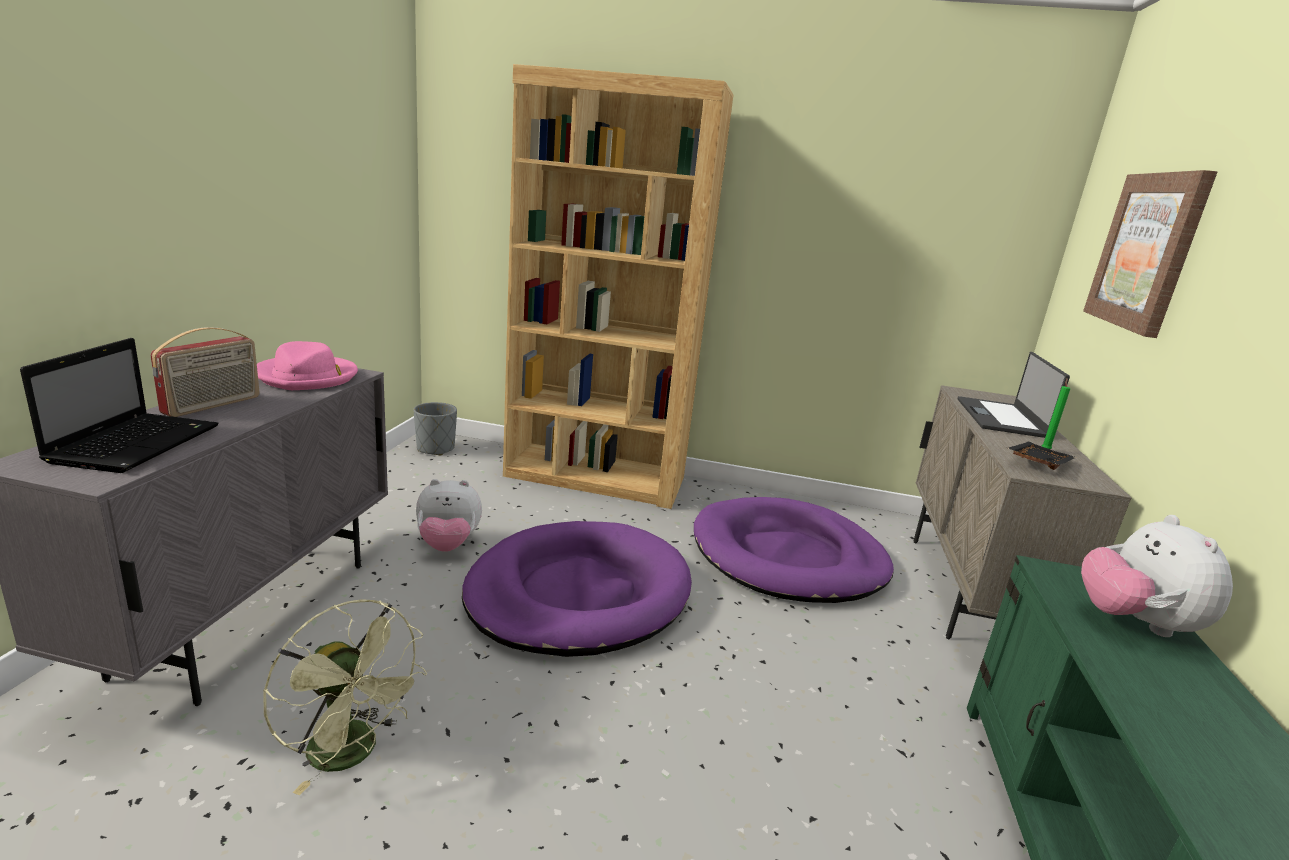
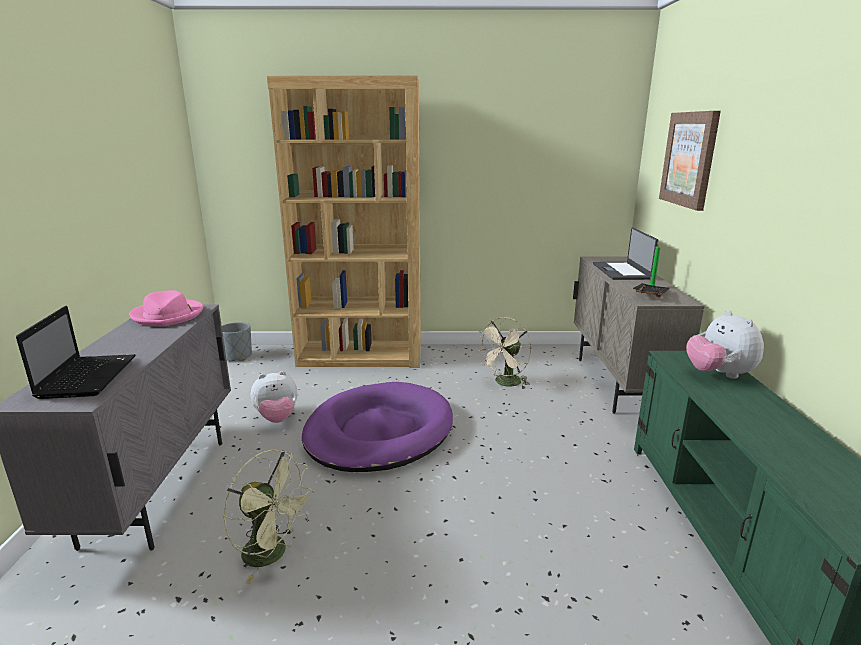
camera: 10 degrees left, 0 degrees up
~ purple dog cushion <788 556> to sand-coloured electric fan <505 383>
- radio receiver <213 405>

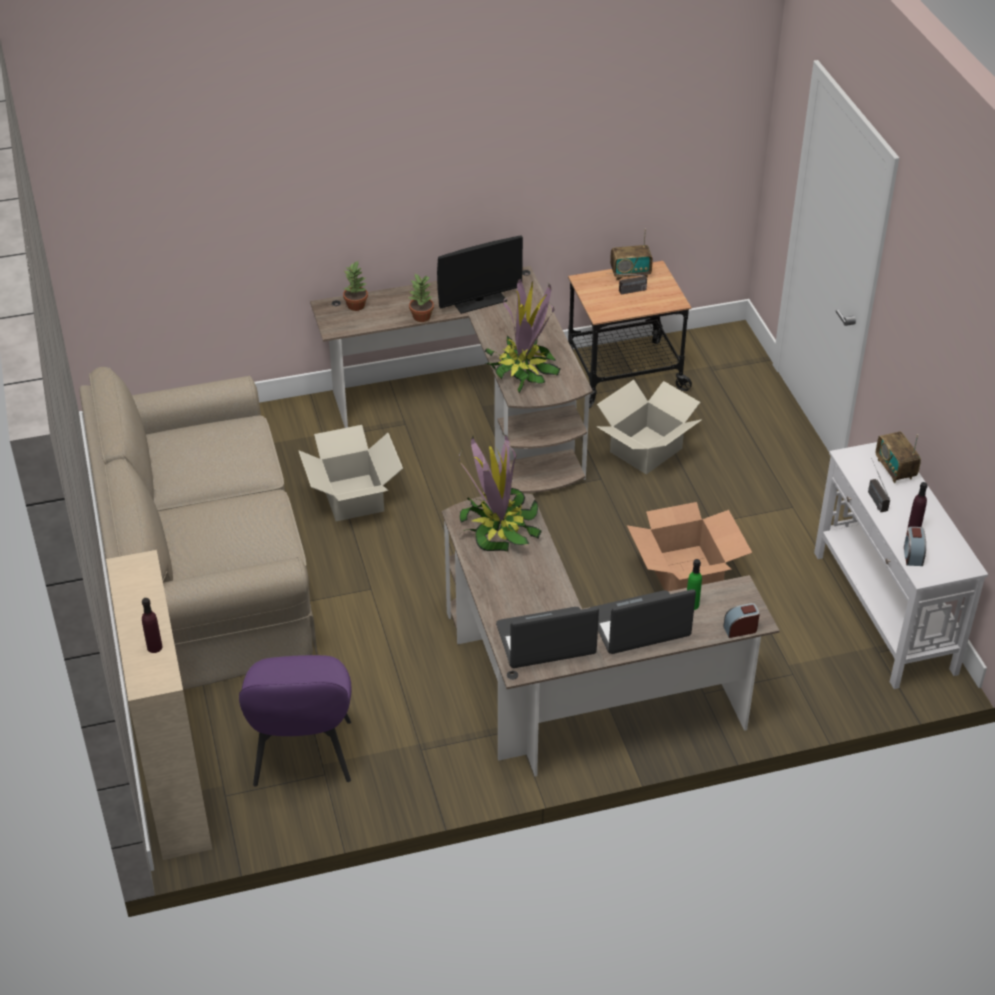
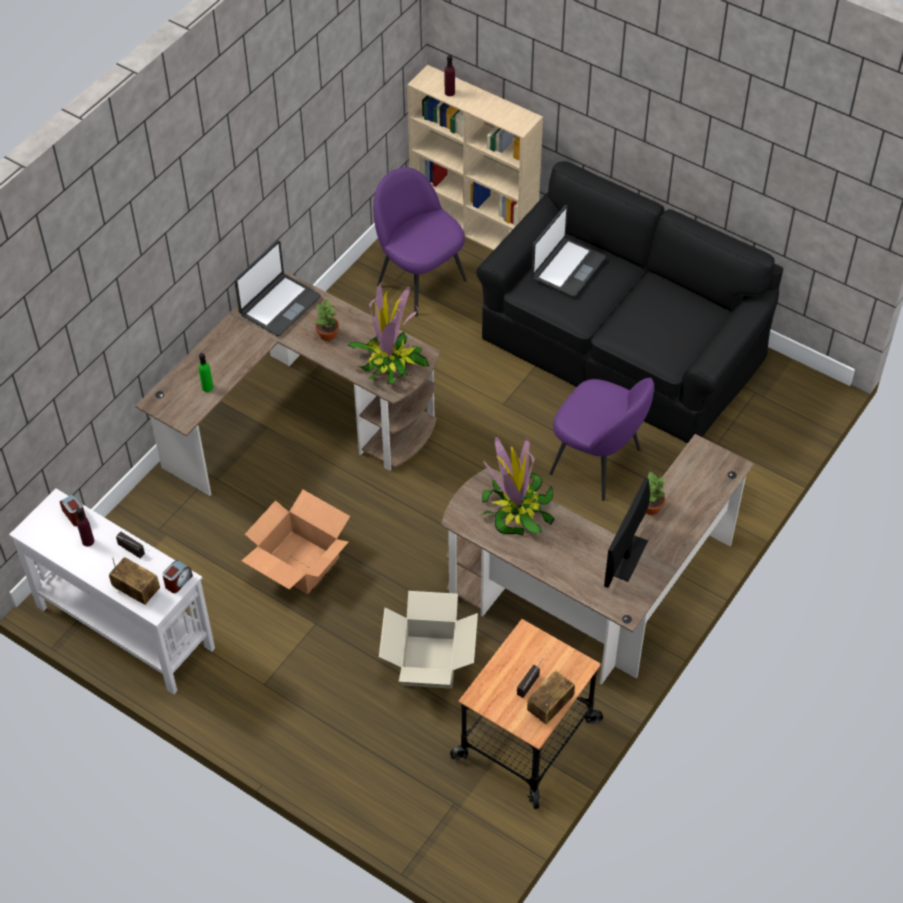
camera: 140 degrees right, 10 degrees up
~ alarm clock <740 629> to <178 581>
~ houseplant <356 305> to <327 335>
~ sand-coloured sofa <204 570> to black-coloured sofa <623 345>
~ laptop <639 626> to <567 268>
~ cardboard box <353 497> to purple chair <598 463>

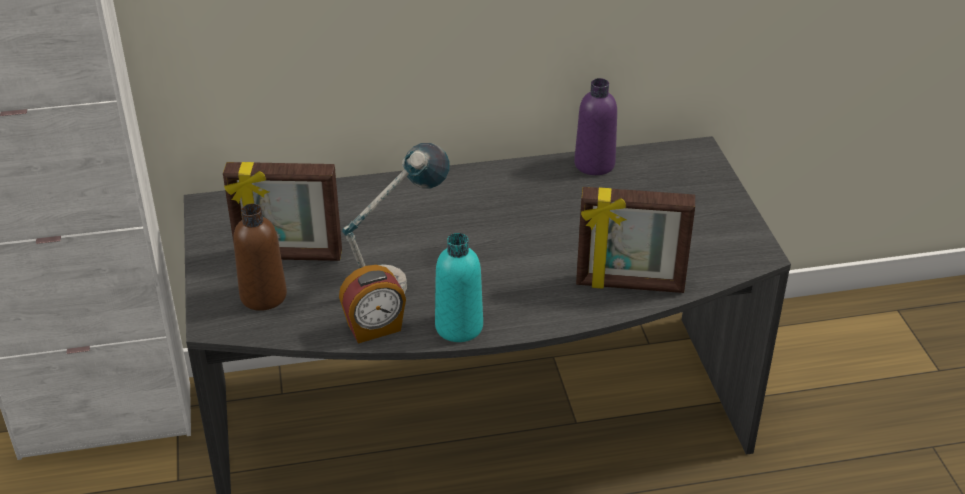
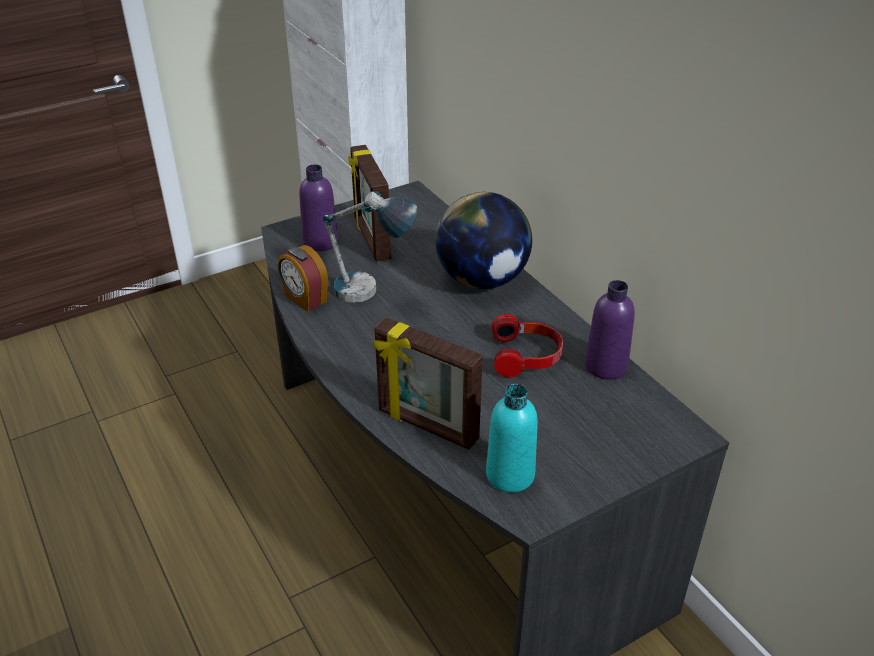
camera: 70 degrees right, 0 degrees up
~ brownish bottle <263 296> to purple bottle <320 242>
~ standing frame <629 285> = <427 426> 45 degrees counterclockwise
+ world globe <482 280>
~ turquoise bottle <459 327> to <510 475>
+ headset <526 356>

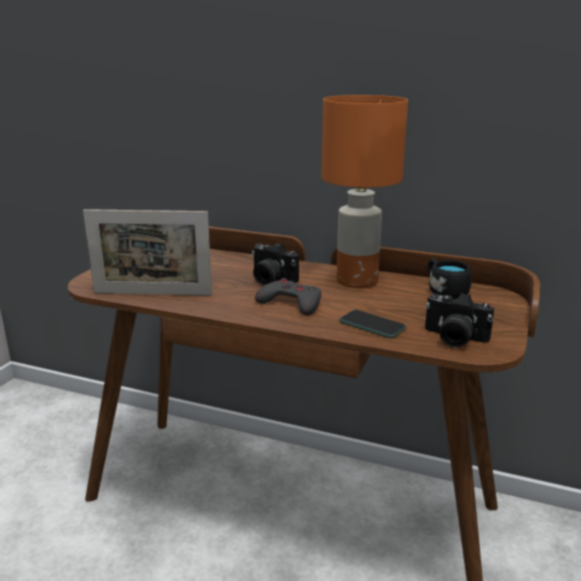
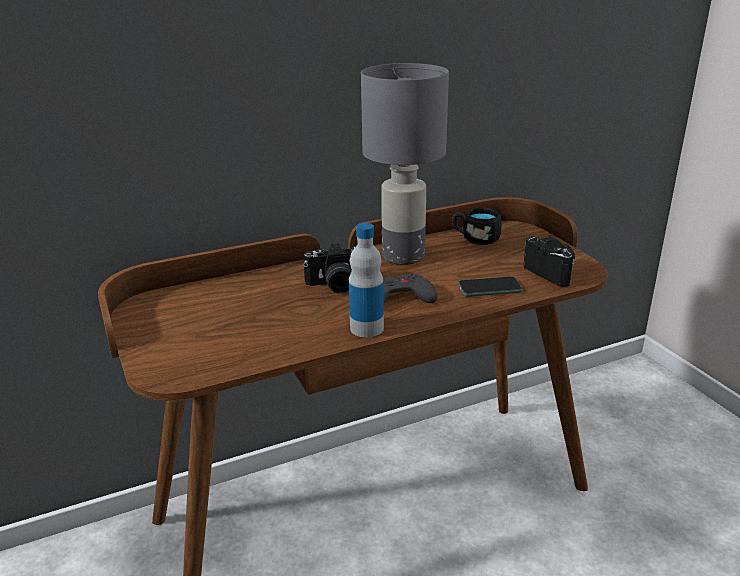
camera: 45 degrees left, 5 degrees up
+ bottle <366 328>
~ orange-coloured lamp for a table <358 281> to grey lamp for a table <403 256>
~ photo camera <453 339> = <553 273> 105 degrees counterclockwise
- standing frame <152 294>

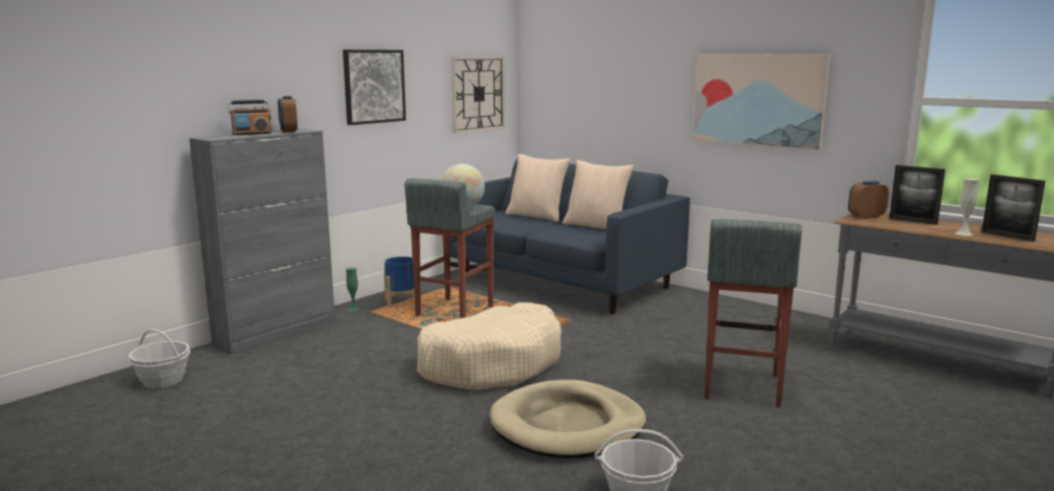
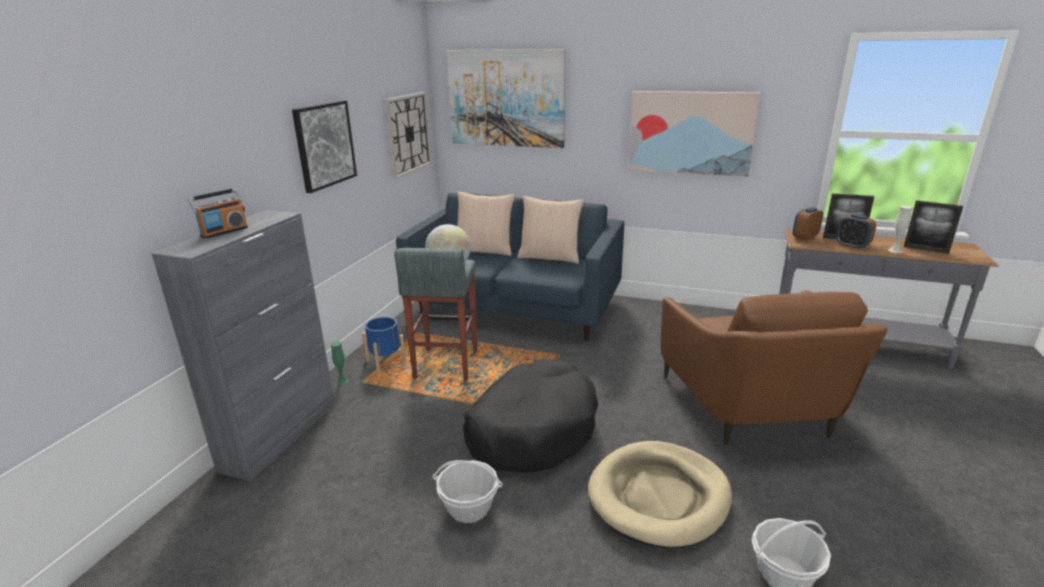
camera: 20 degrees left, 10 degrees up
~ household basket <163 380> to <469 508>
+ wall picture <506 98>
~ sand-coloured dog cushion <491 364> to black-coloured dog cushion <531 429>
~ grey stool <740 387> to brownish armchair <752 408>
~ alarm clock <288 131> to <852 246>

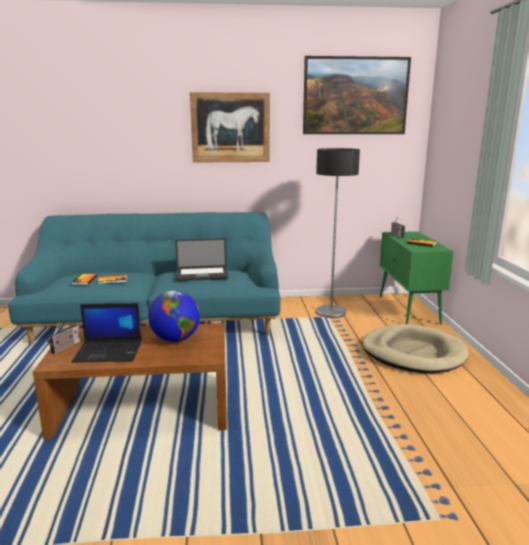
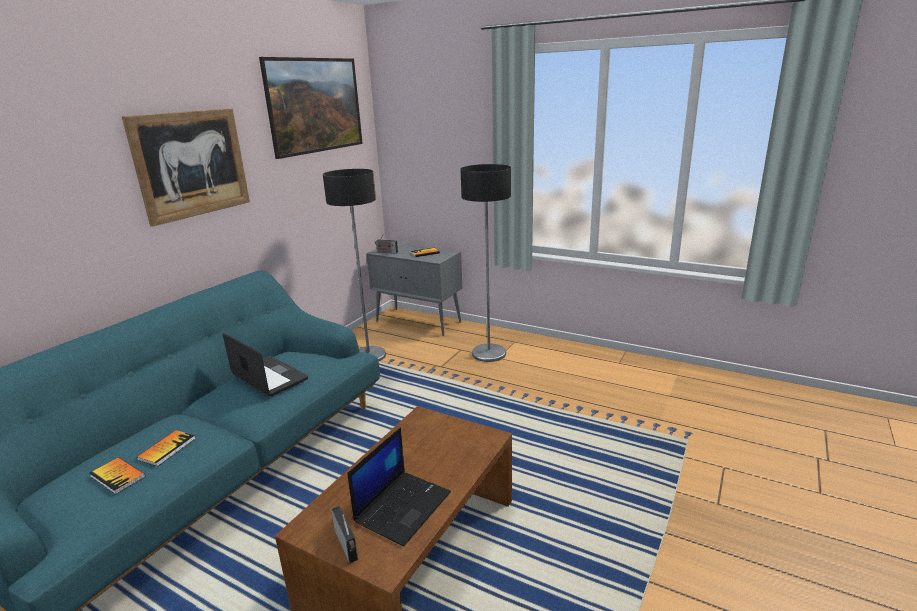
camera: 55 degrees left, 5 degrees up
~ laptop <202 275> = <269 377> 75 degrees counterclockwise
~ green storage cabinet <408 310> to grey storage cabinet <419 322>
~ sand-coloured dog cushion <413 353> to floor lamp <488 353>
- world globe <175 339>

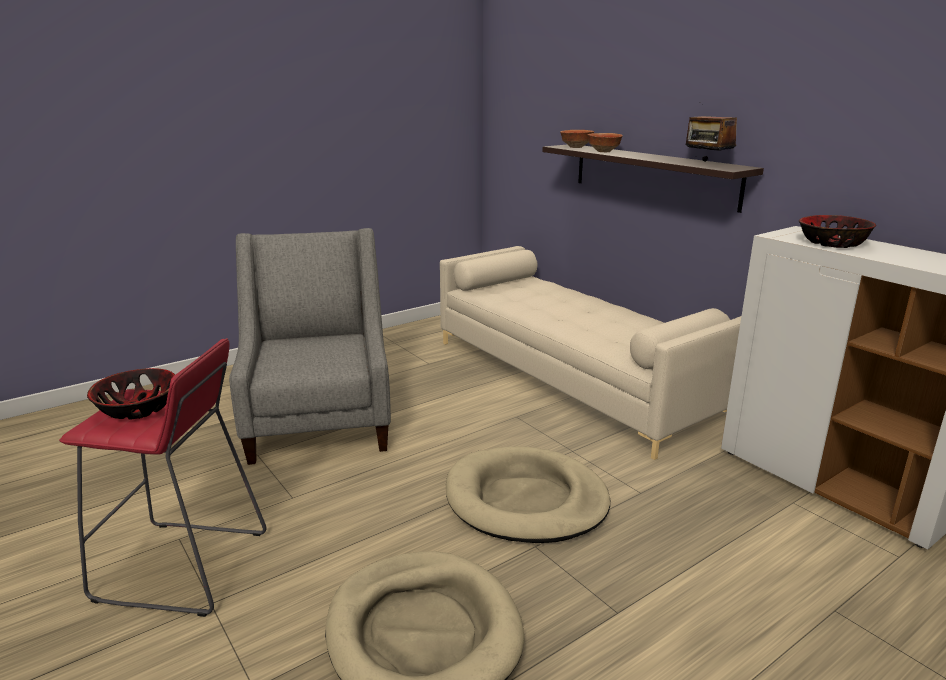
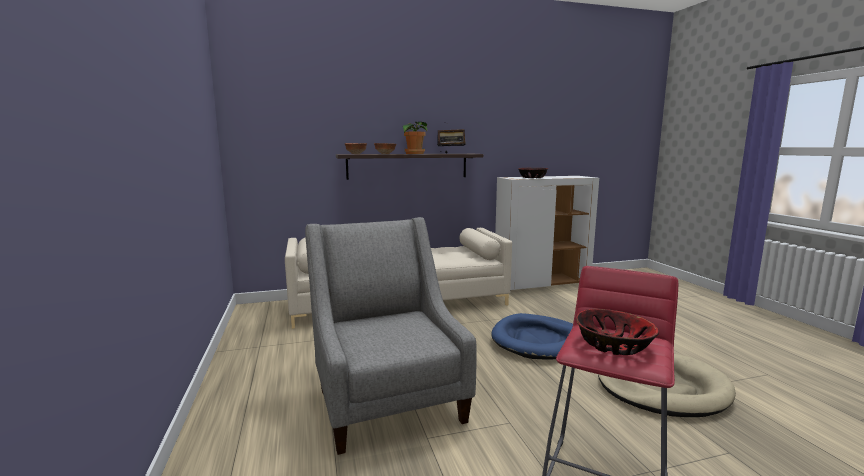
camera: 70 degrees left, 10 degrees down
~ grey armchair <320 422> = <387 398> 60 degrees clockwise
+ houseplant <414 153>
~ sand-coloured dog cushion <526 500> to bluish dog cushion <537 340>

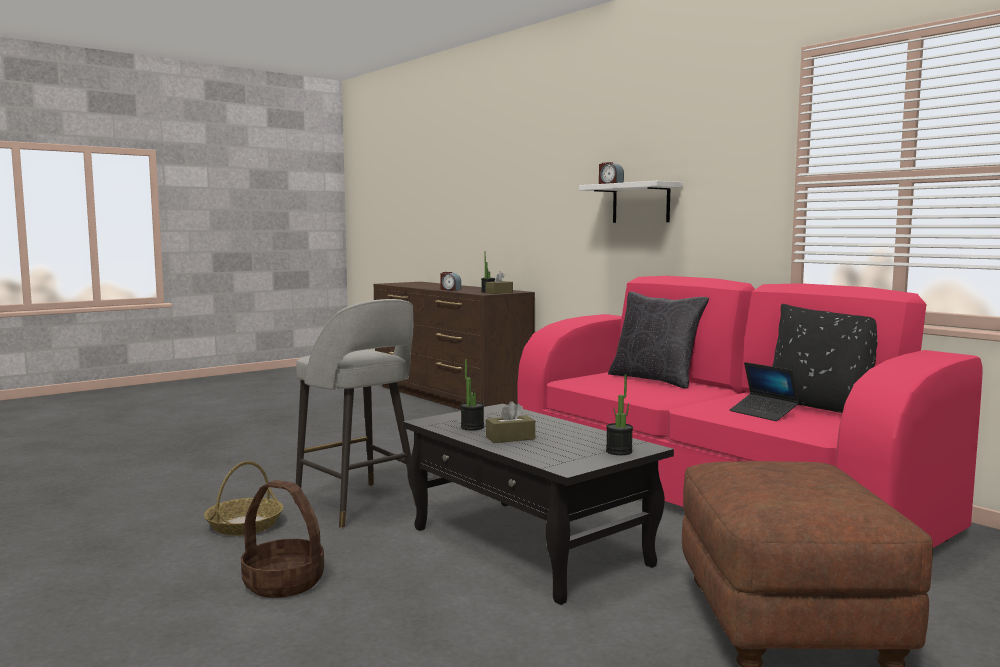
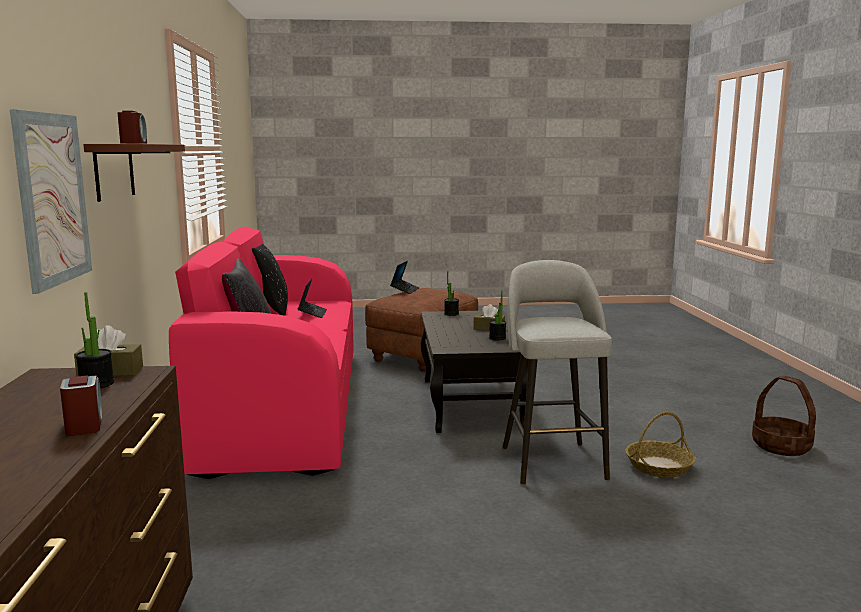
camera: 145 degrees left, 5 degrees up
+ wall picture <52 199>
~ white-coloured bracket shelf <641 203> to brownish bracket shelf <114 171>
+ laptop <405 290>
~ household basket <283 583> to <781 446>

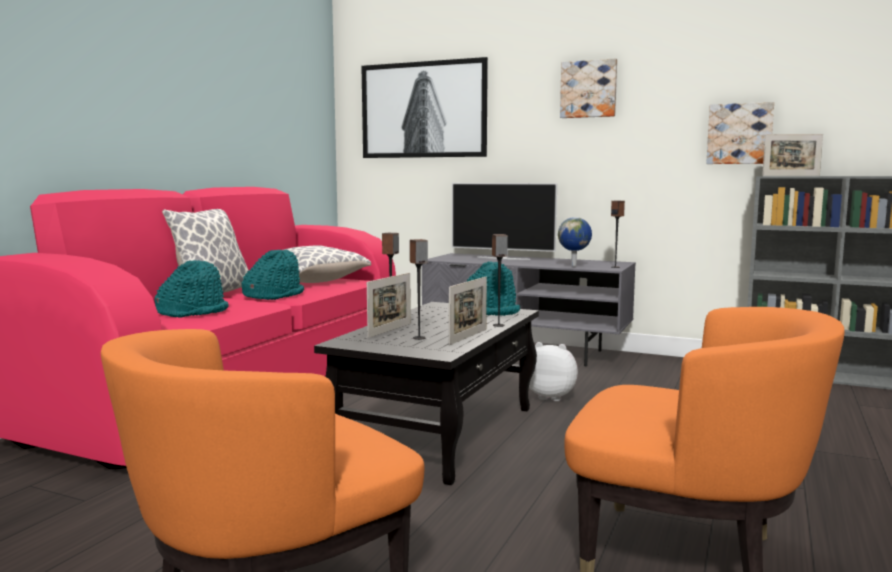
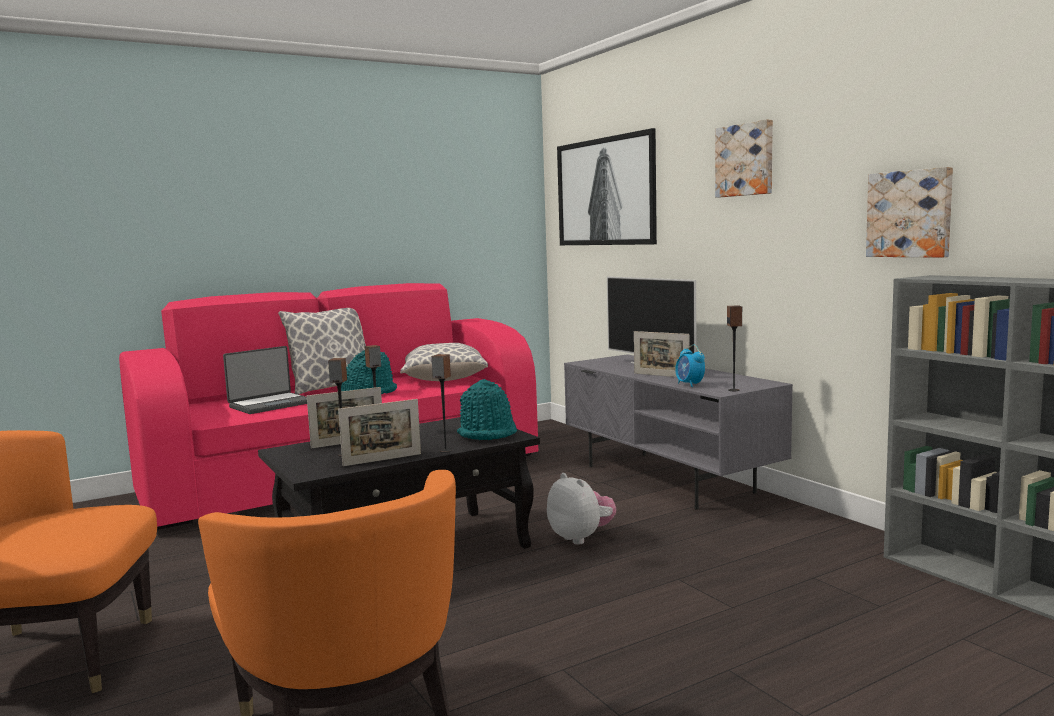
camera: 35 degrees right, 0 degrees up
~ turquoise clothing hat <193 312> to laptop <270 404>
~ standing frame <791 175> to <661 375>
~ world globe <574 266> to alarm clock <689 384>

